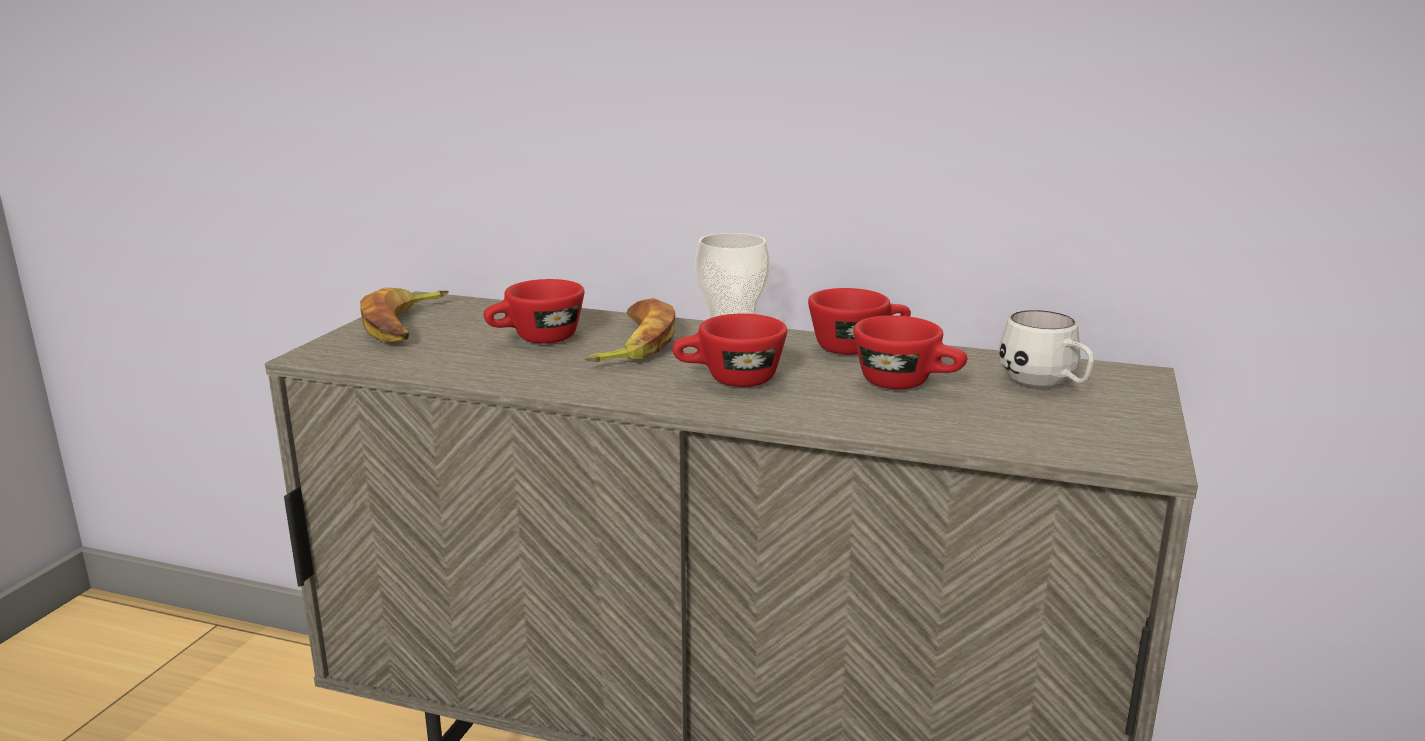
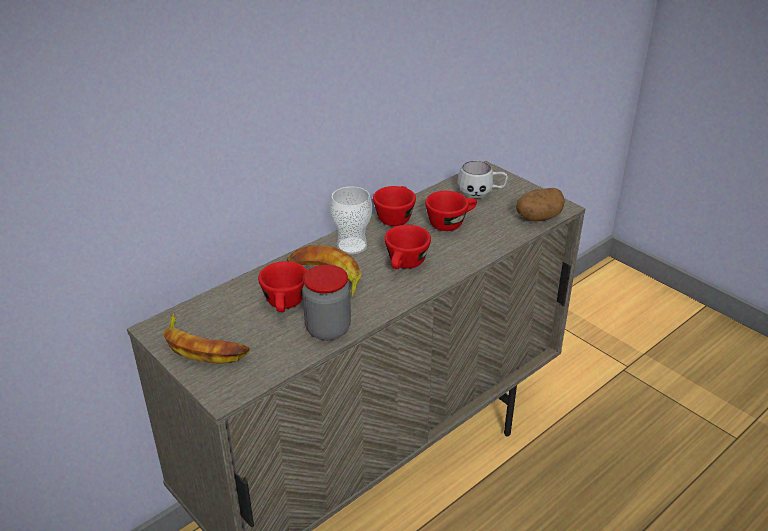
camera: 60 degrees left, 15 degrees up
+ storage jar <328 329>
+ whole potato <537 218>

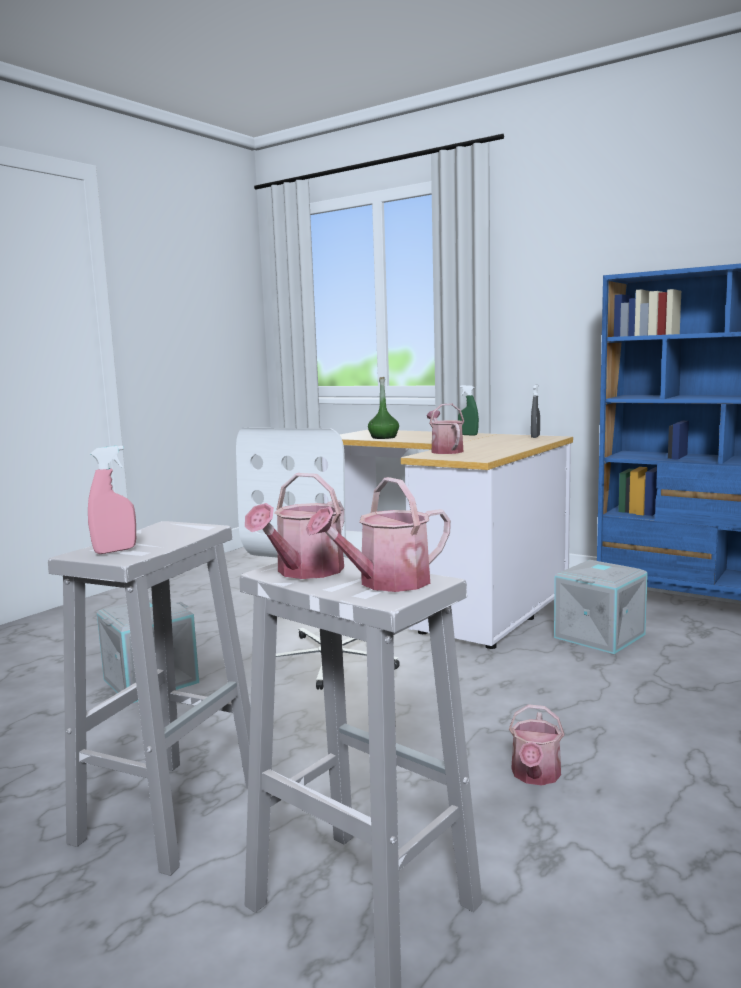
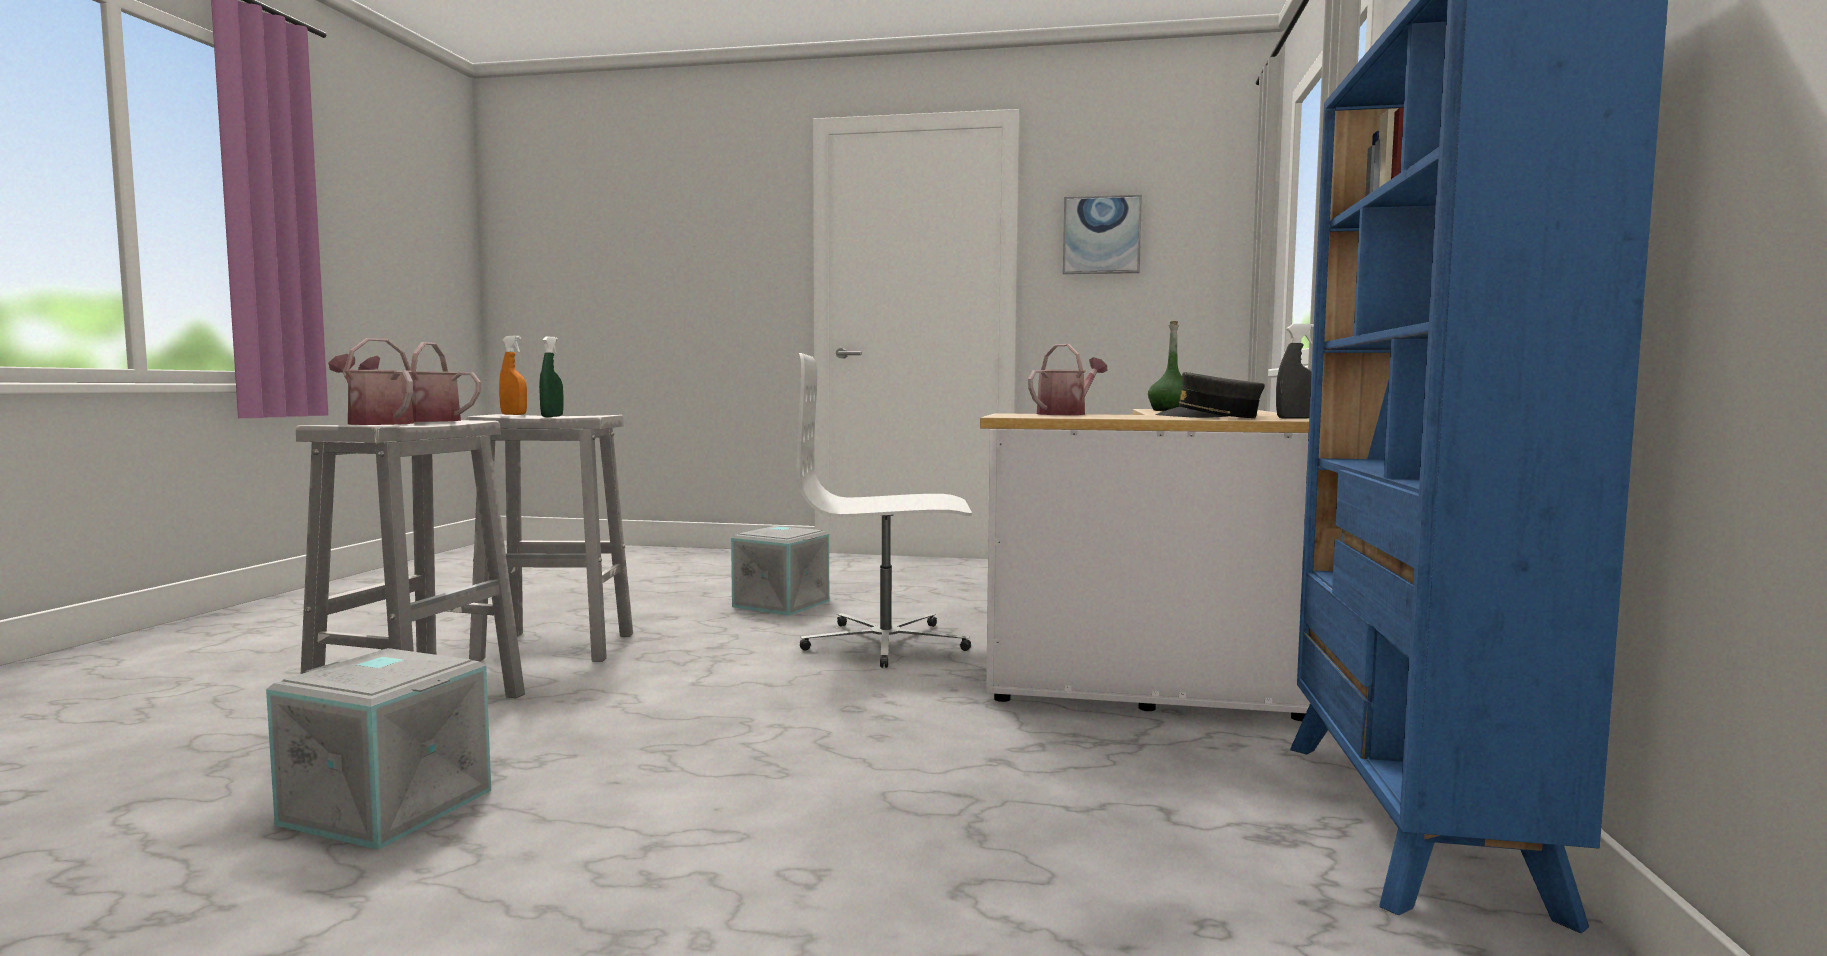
camera: 65 degrees right, 5 degrees down
~ grey storage bin <598 635> to <391 806>
~ pinkish hand sprayer <115 551> to orange-coloured hand sprayer <513 414>
~ green hand sprayer <468 435> to <552 416>
+ wall picture <1101 235>
+ grey baseball cap <1210 417>
- watering pot <535 776>

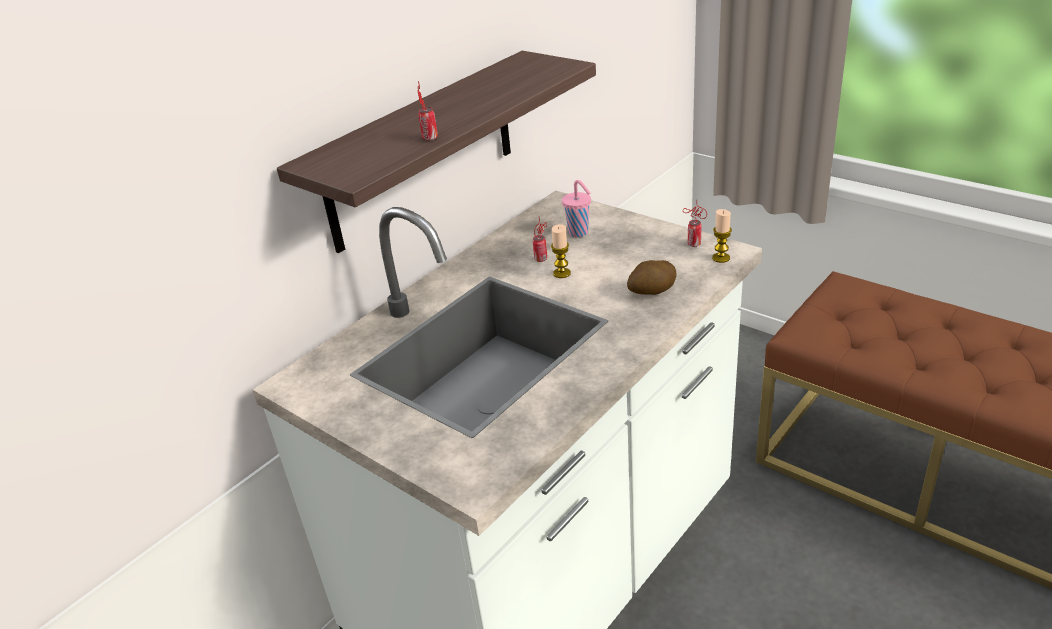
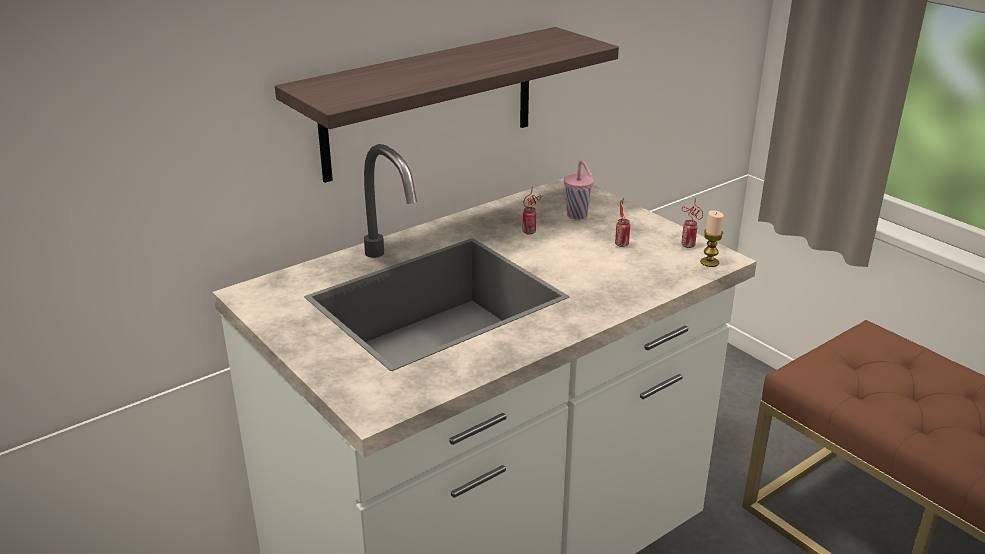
camera: 10 degrees right, 5 degrees down
~ sealed can <430 139> to <622 245>
- wax light <562 273>
- whole potato <651 291>

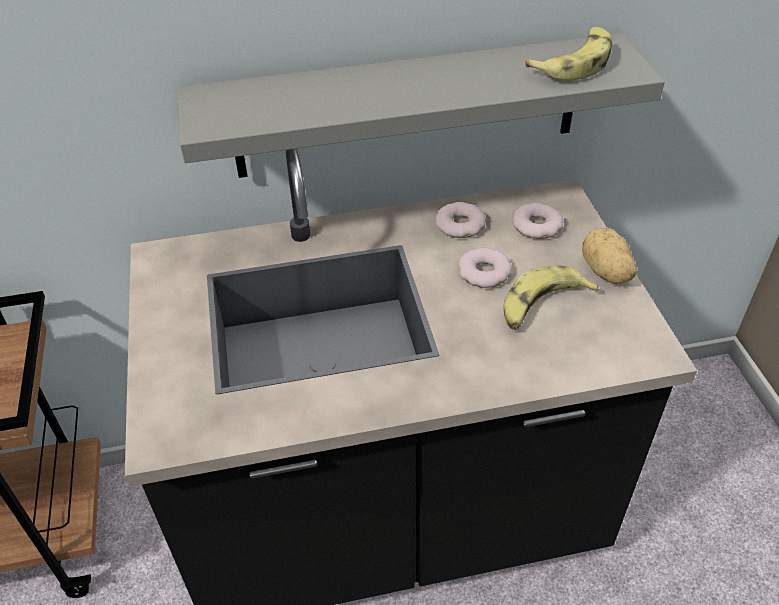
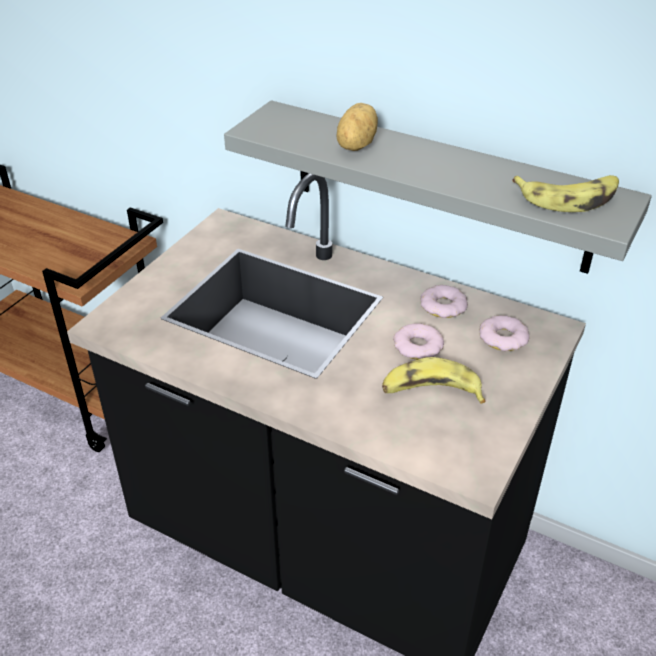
camera: 40 degrees right, 5 degrees down
~ whole potato <605 272> to <354 145>

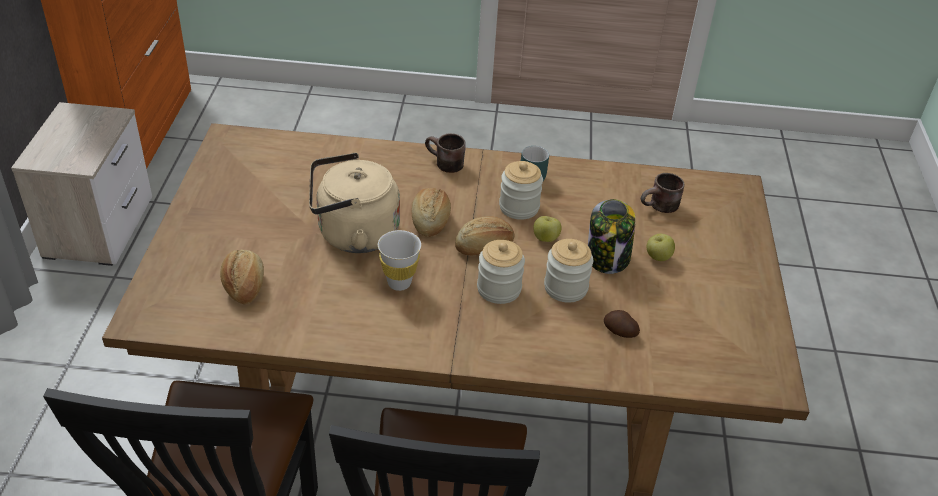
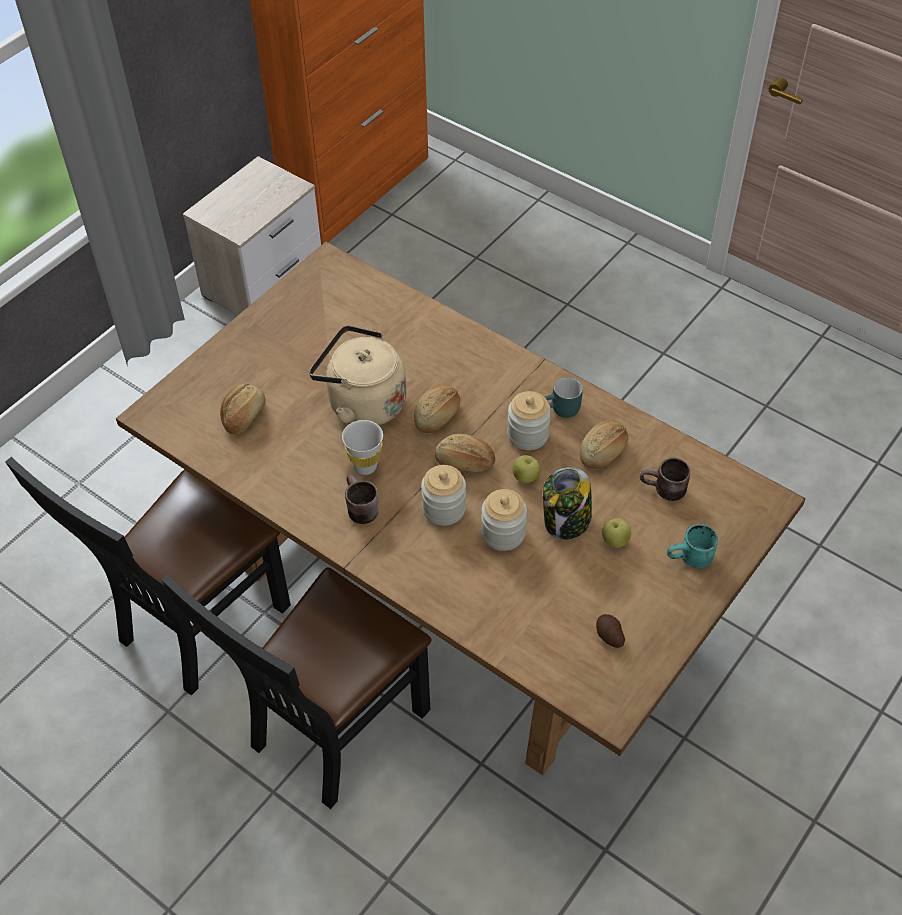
camera: 35 degrees right, 10 degrees up
~ brownish tea mug <443 165> to <358 508>
+ bread <604 452>
~ whole potato <619 332> to <609 636>
+ turquoise tea mug <691 560>

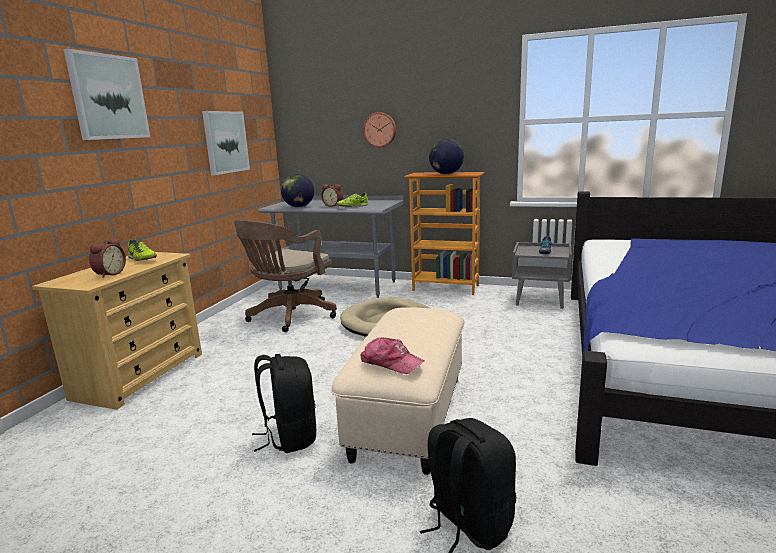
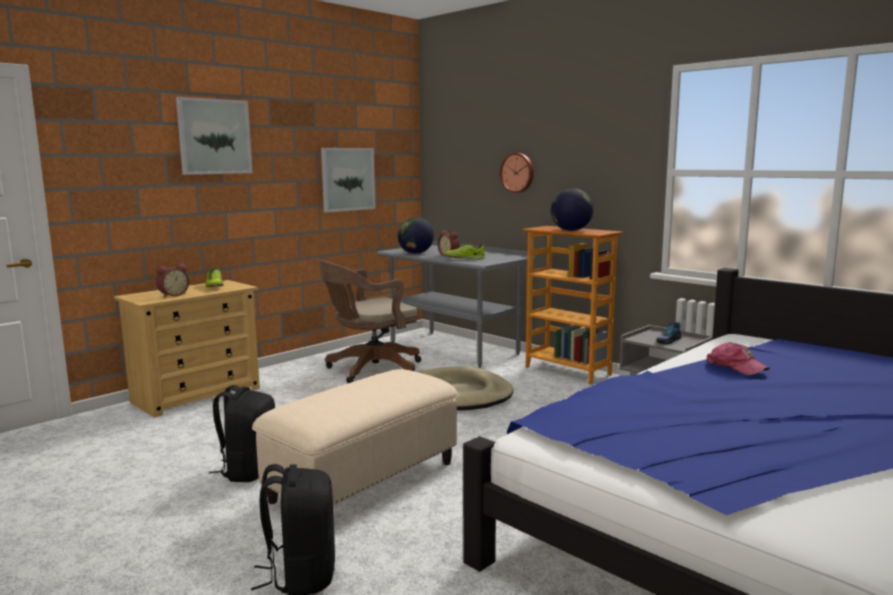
camera: 25 degrees right, 5 degrees down
~ baseball cap <391 363> to <735 367>

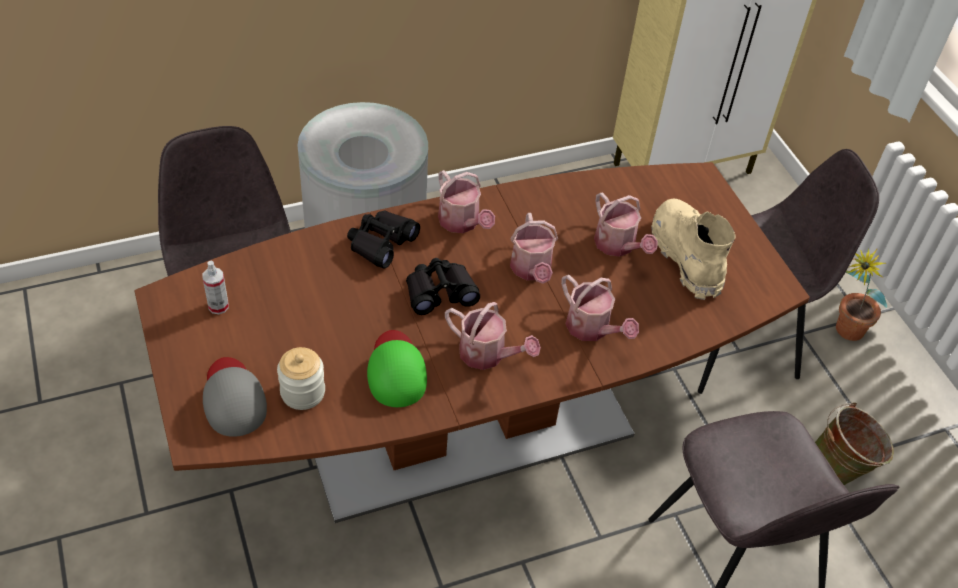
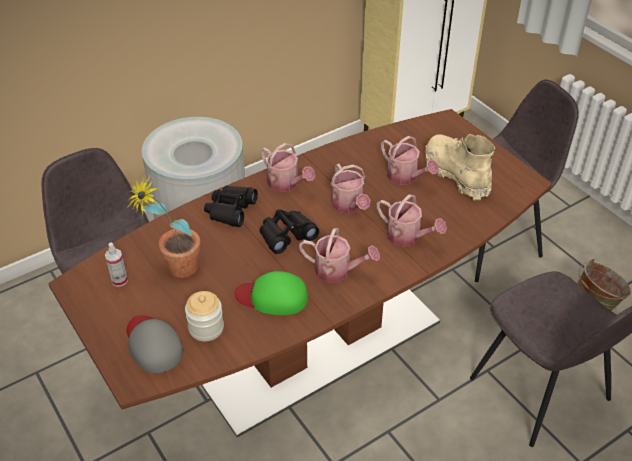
camera: 10 degrees left, 5 degrees down
~ houseplant <843 333> to <175 272>
~ green baseball cap <396 371> = <272 297> 60 degrees counterclockwise

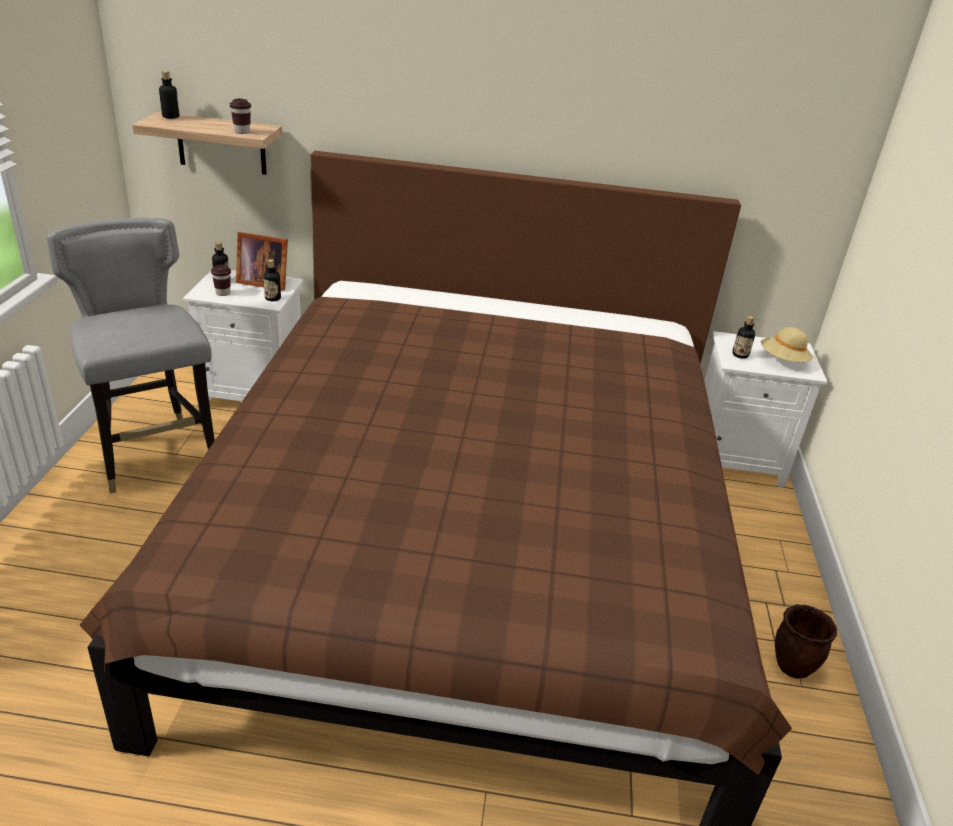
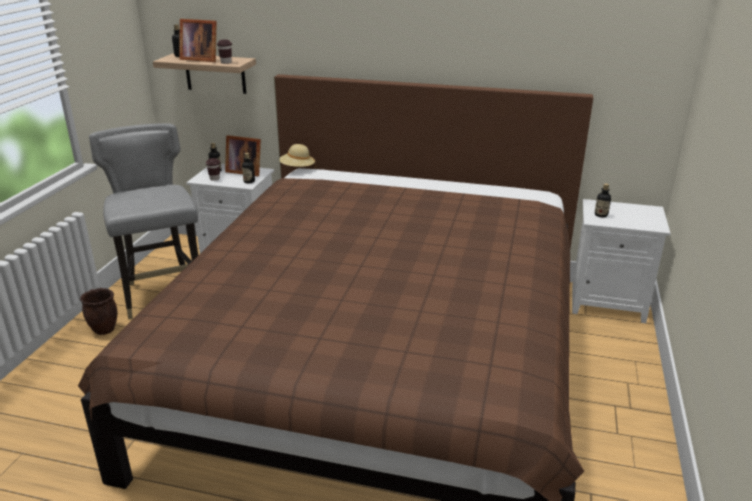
camera: 10 degrees right, 5 degrees down
~ brownish plant pot <792 666> to <105 329>
+ standing frame <200 59>
~ sand-coloured clothing hat <782 361> to <297 169>

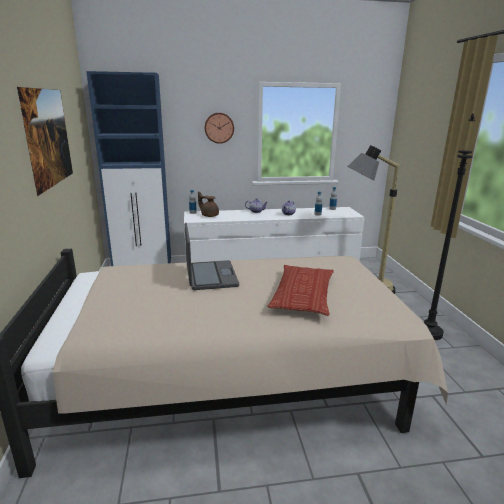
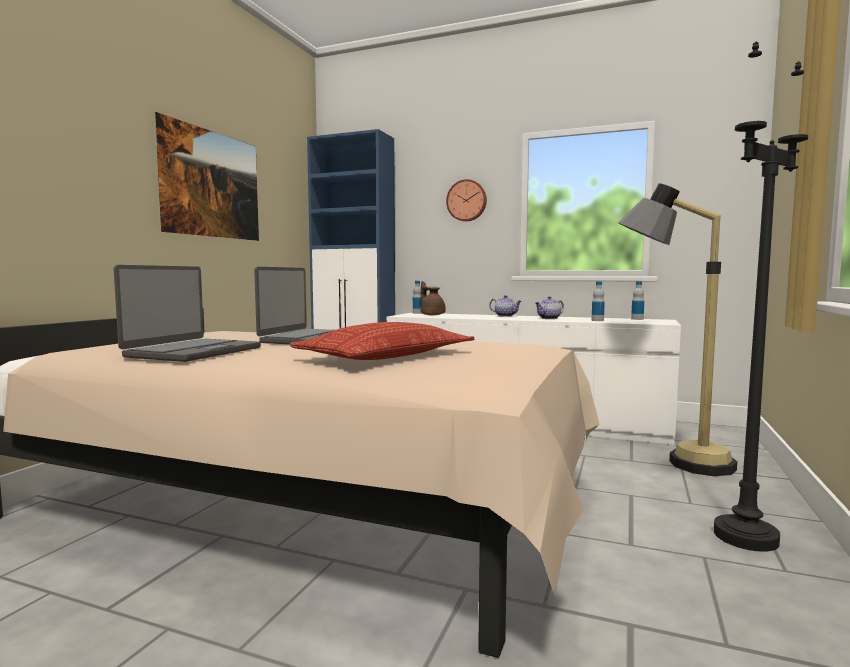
camera: 30 degrees right, 15 degrees down
+ laptop <193 352>

